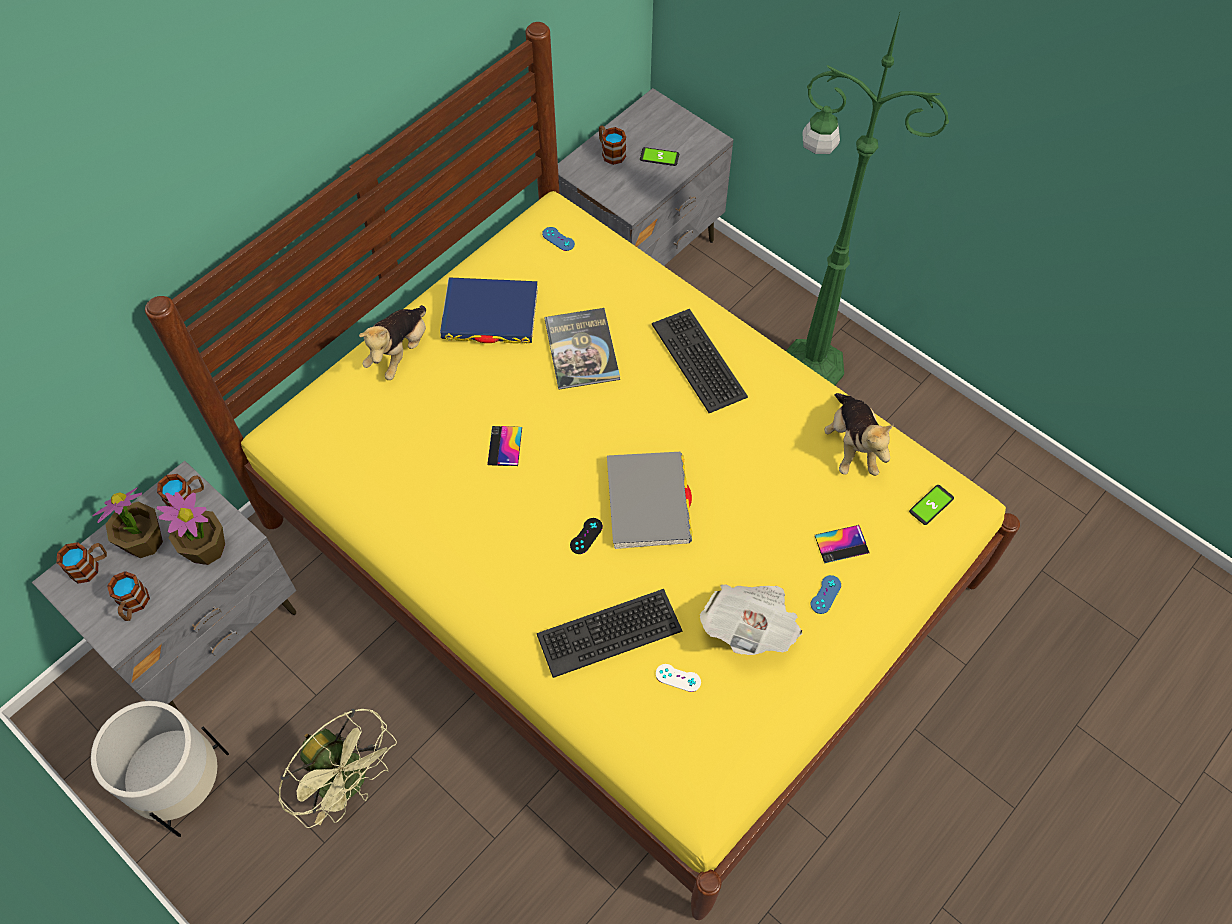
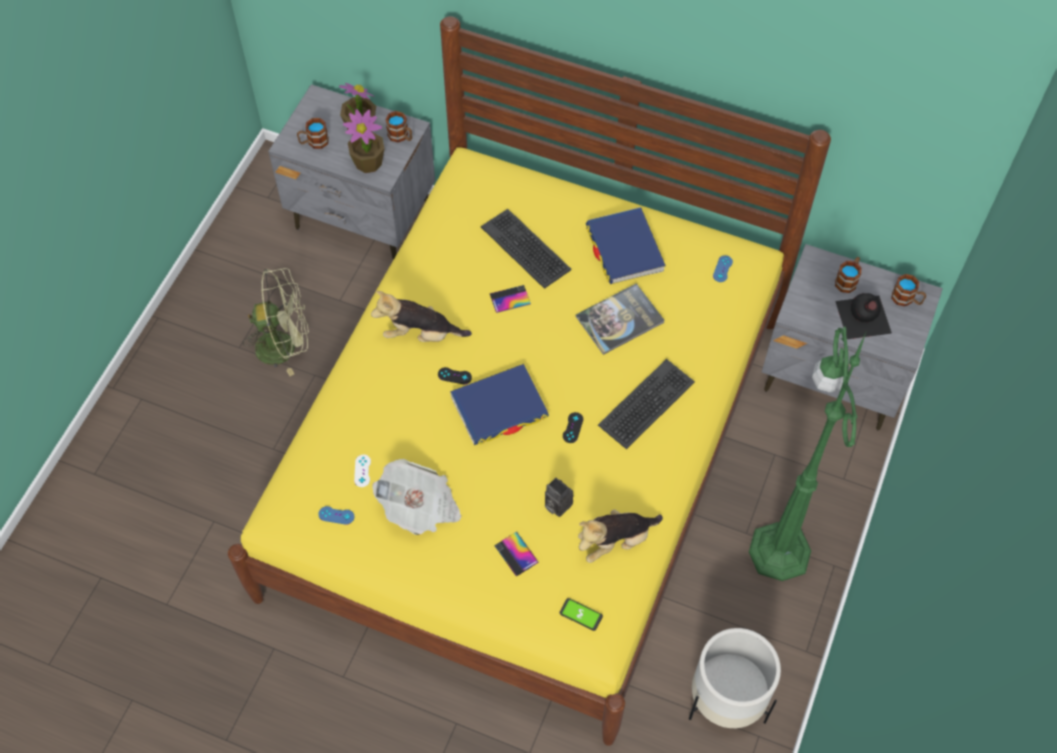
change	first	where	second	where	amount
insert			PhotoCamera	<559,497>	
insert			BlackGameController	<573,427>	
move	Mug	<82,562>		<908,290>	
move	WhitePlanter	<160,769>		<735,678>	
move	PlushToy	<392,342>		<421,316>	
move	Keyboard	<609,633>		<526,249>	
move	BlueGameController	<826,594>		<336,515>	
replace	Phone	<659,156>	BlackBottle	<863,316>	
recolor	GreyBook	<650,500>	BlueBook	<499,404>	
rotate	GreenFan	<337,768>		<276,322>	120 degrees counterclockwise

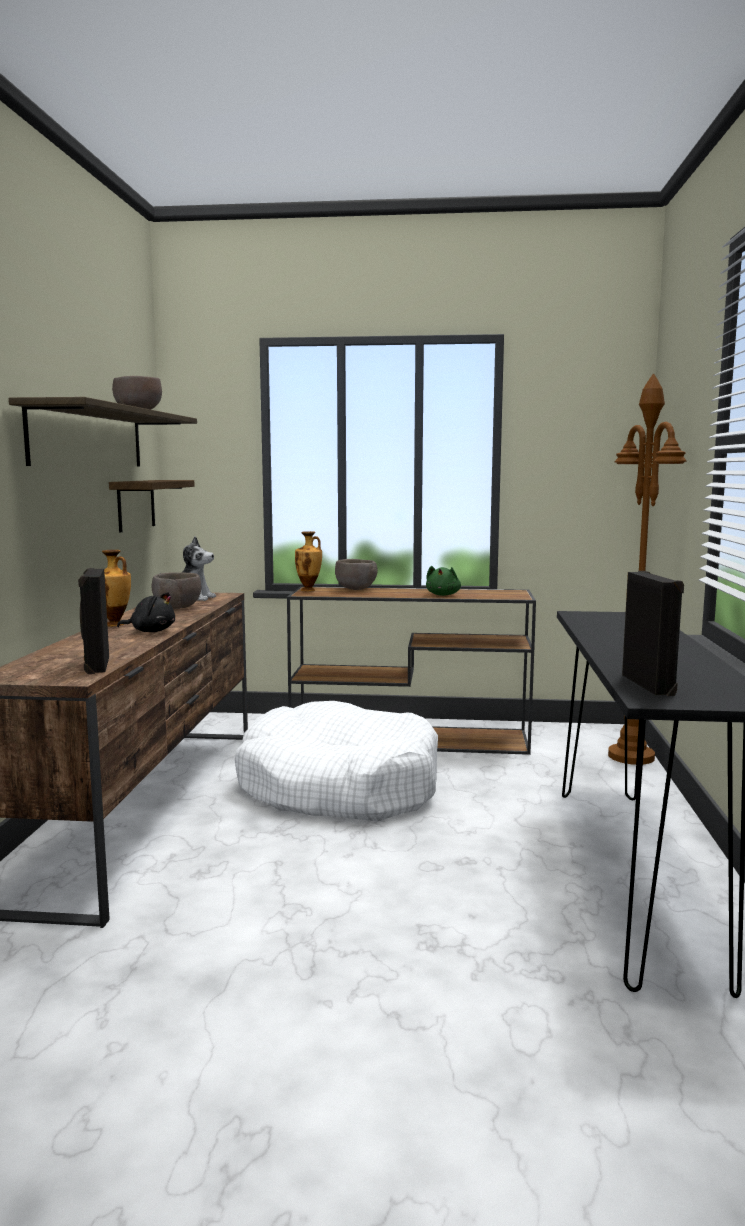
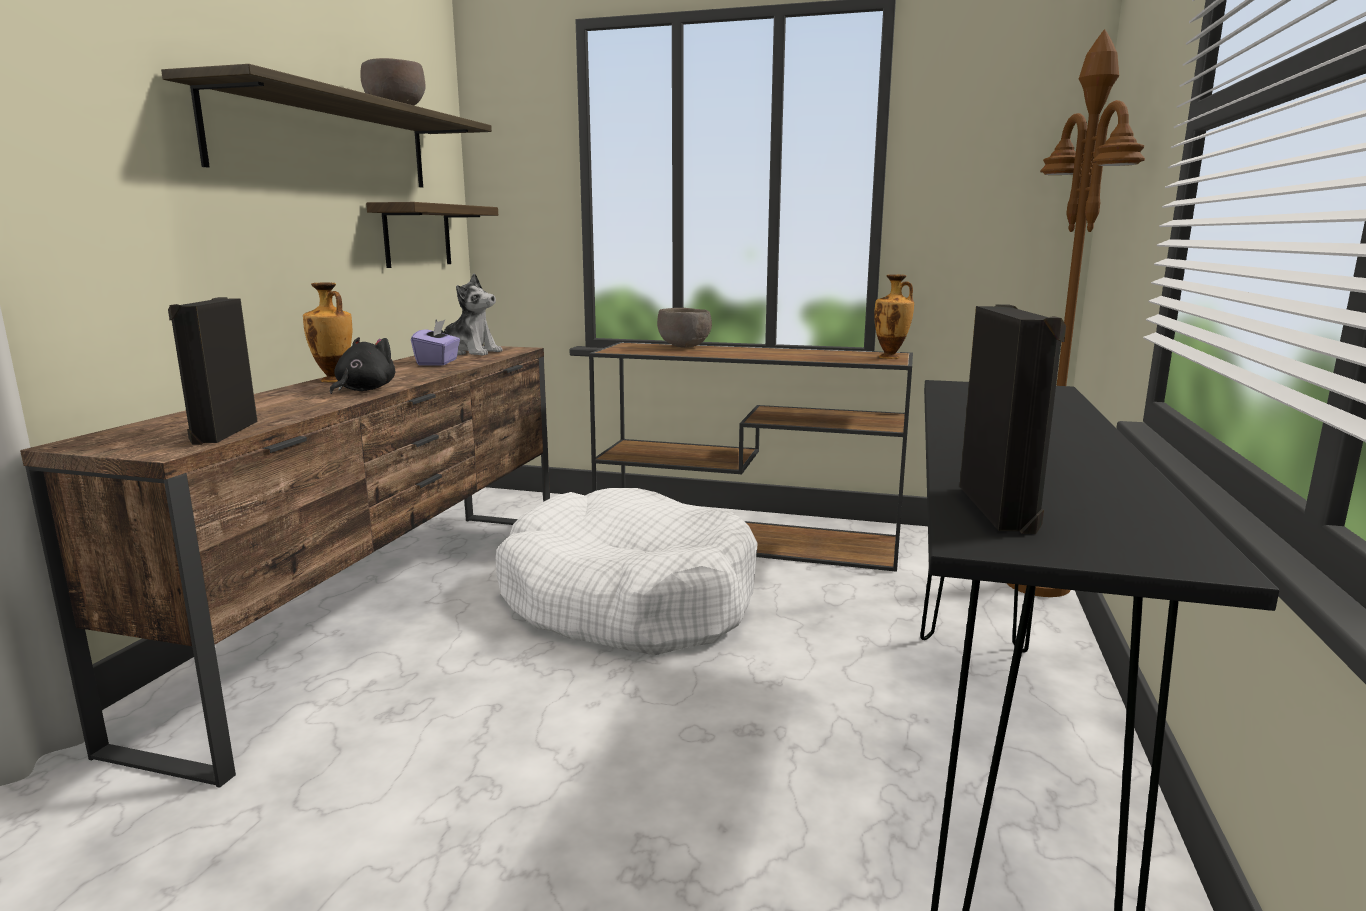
change	first	where	second	where	amount
delete	GreenPlushToy	<443,581>			
move	Vase	<308,561>		<894,316>	
replace	BrownBowl	<176,590>	PurpleTissueBox	<435,342>	
rotate	BlackPlushToy	<146,612>		<362,365>	90 degrees counterclockwise

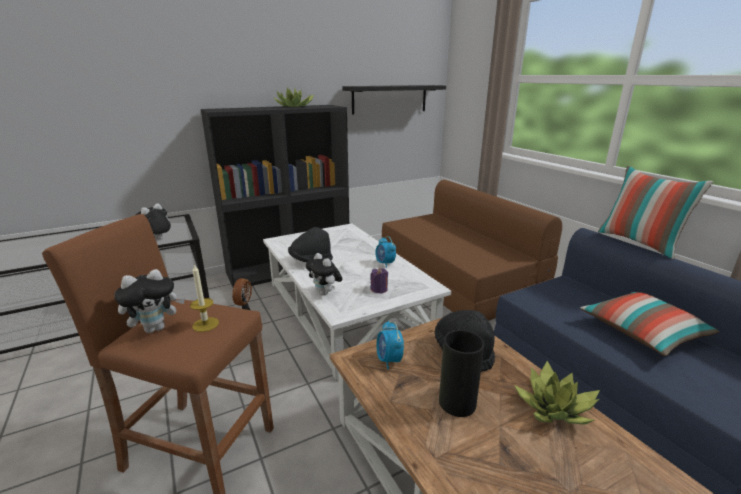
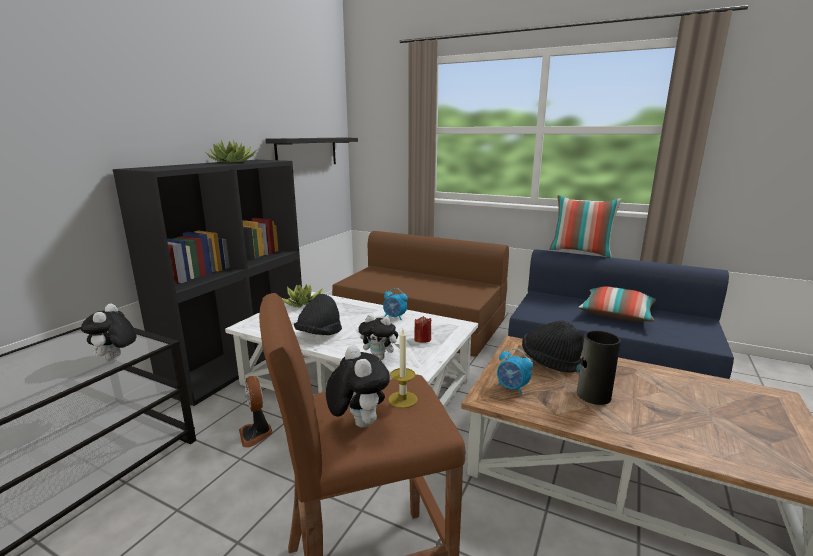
change	first	where	second	where	amount
move	PottedPlant	<557,392>		<302,296>	
recolor	PurpleCandle	<379,281>	RedCandle	<423,329>	
rotate	PlushToy	<150,301>		<358,387>	45 degrees counterclockwise

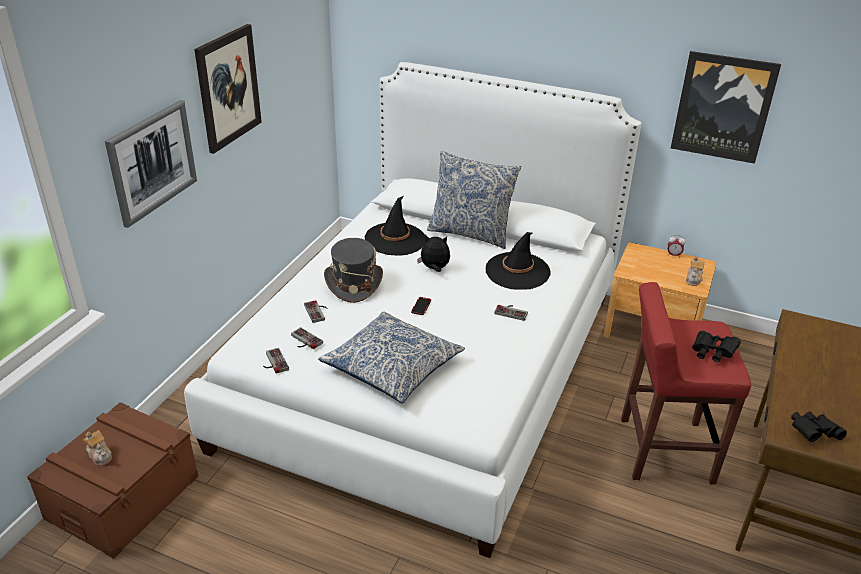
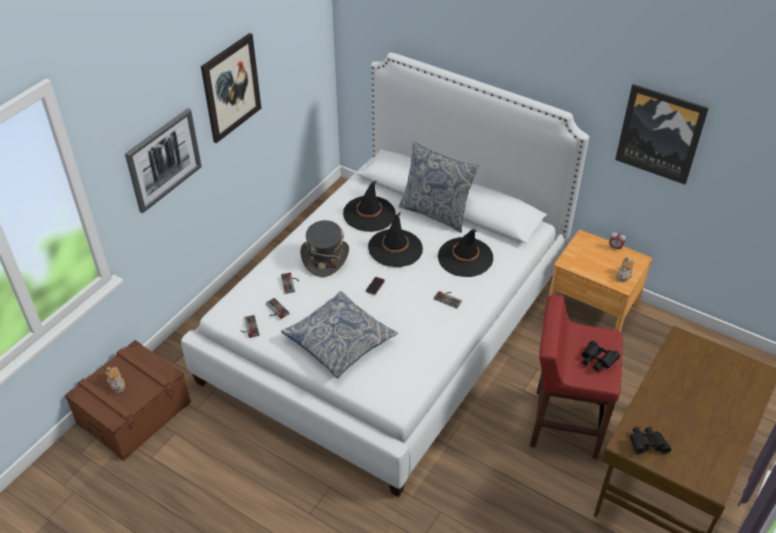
change	first	where	second	where	amount
replace	PlushToy	<433,253>	BlackHat	<395,239>	

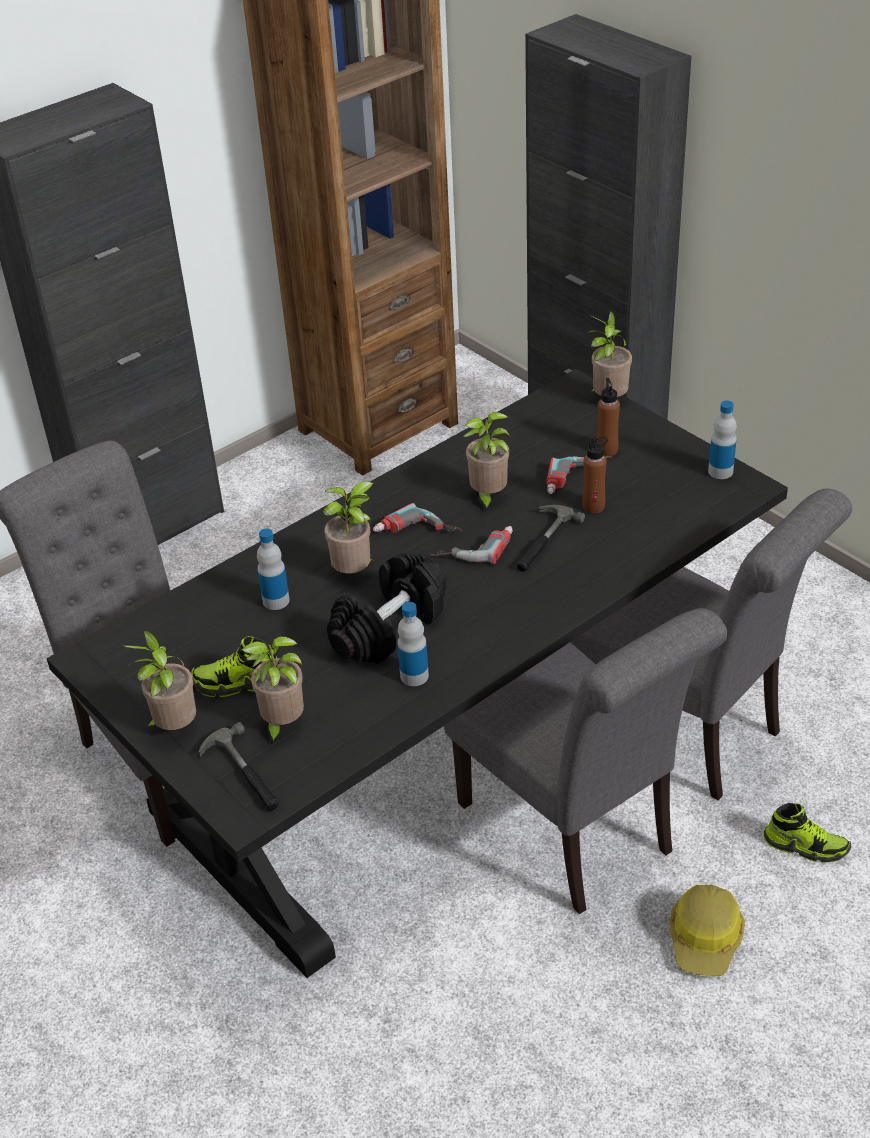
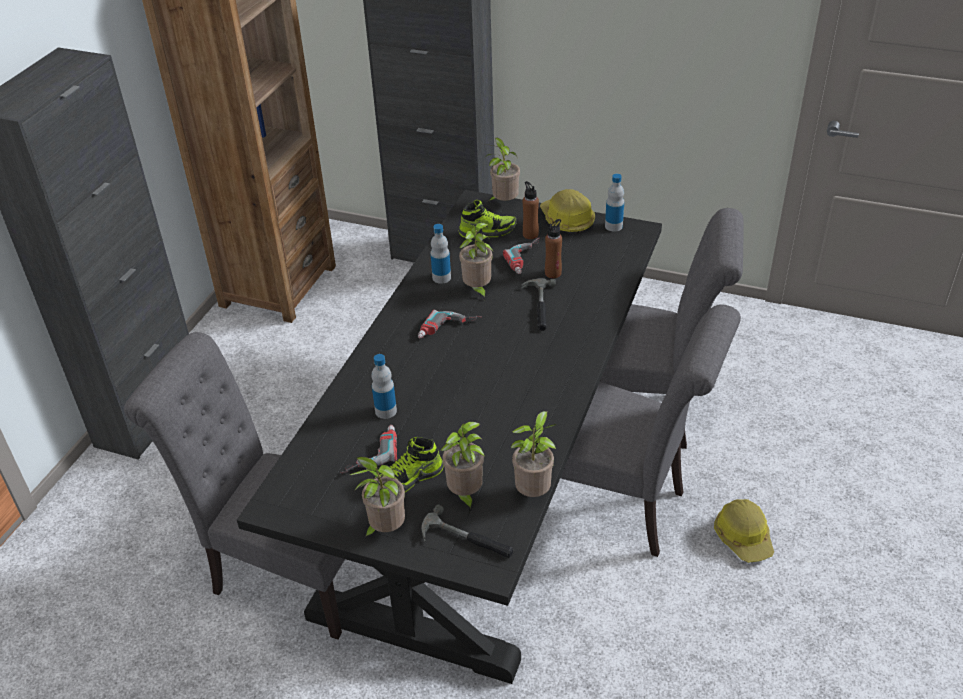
change	first	where	second	where	amount
delete	BlackDumbbell	<386,608>			
insert			HardHat	<567,211>	
move	PottedPlant	<348,527>		<533,454>	
move	Bottle	<413,644>		<441,254>	
move	PowerDrill	<471,545>		<368,449>	
move	Shoe	<807,833>		<488,219>	

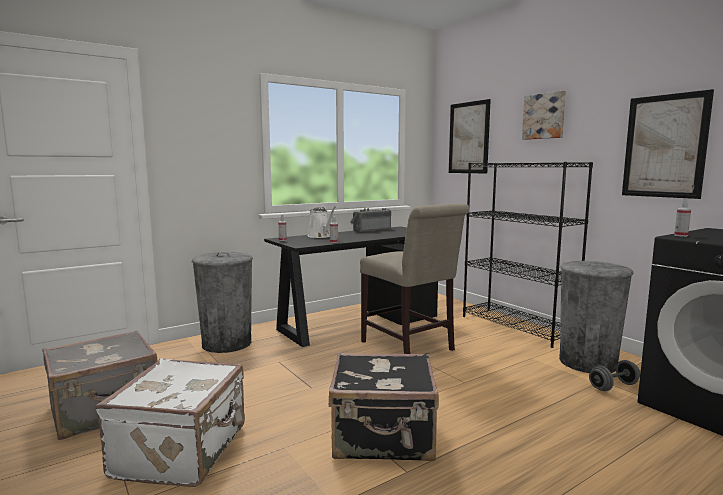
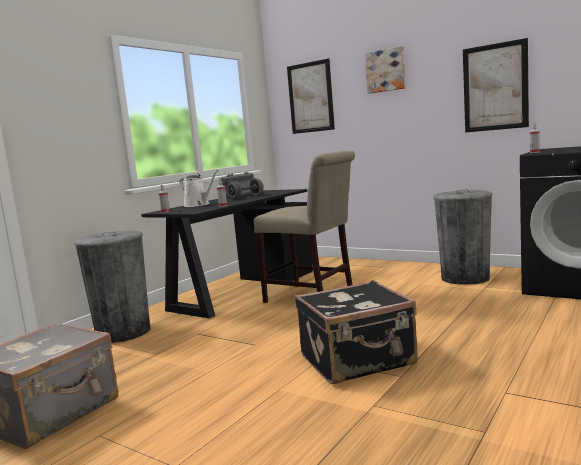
change	first	where	second	where	amount
delete	WhiteSuitcase	<170,422>			
delete	BlackBookcase	<528,255>			
move	GreyDumbbell	<614,375>		<245,188>	

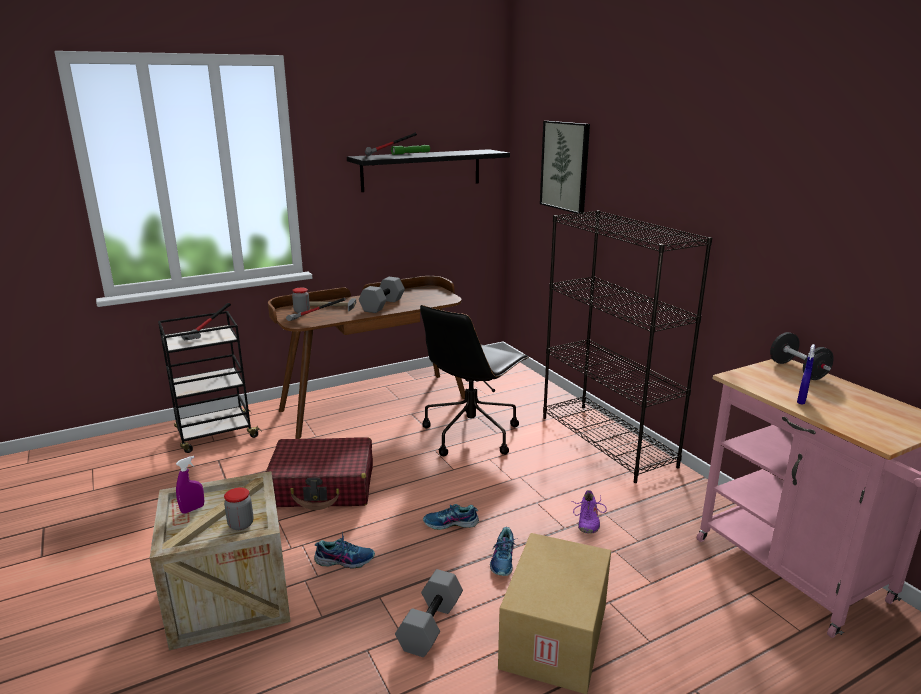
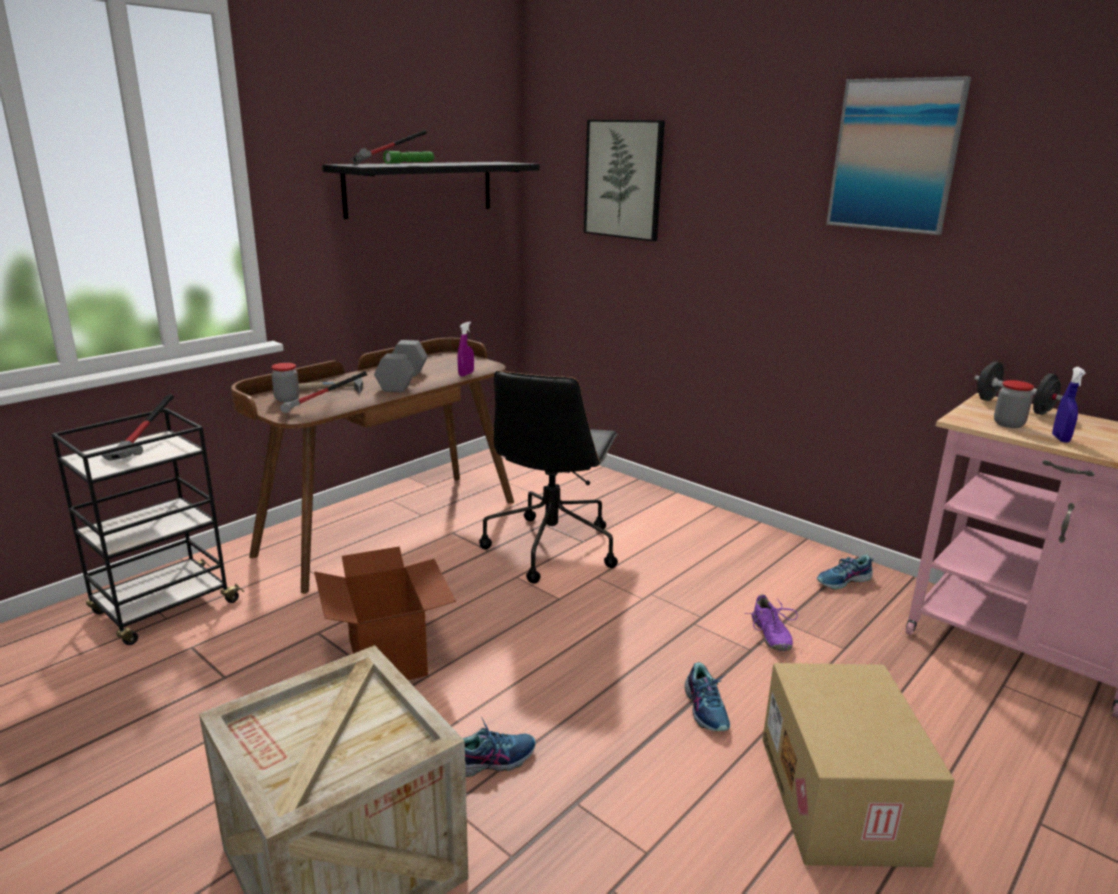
change	first	where	second	where	amount
delete	GreyDumbbell	<429,613>			
delete	BlackBookcase	<627,346>			
insert			Picture	<898,155>	
move	PurpleSprayBottle	<190,485>		<466,349>	
move	Jar	<239,508>		<1014,404>	
move	Shoe	<451,517>		<845,572>	
replace	RedSuitcase	<319,473>	CardboardBox	<385,613>	

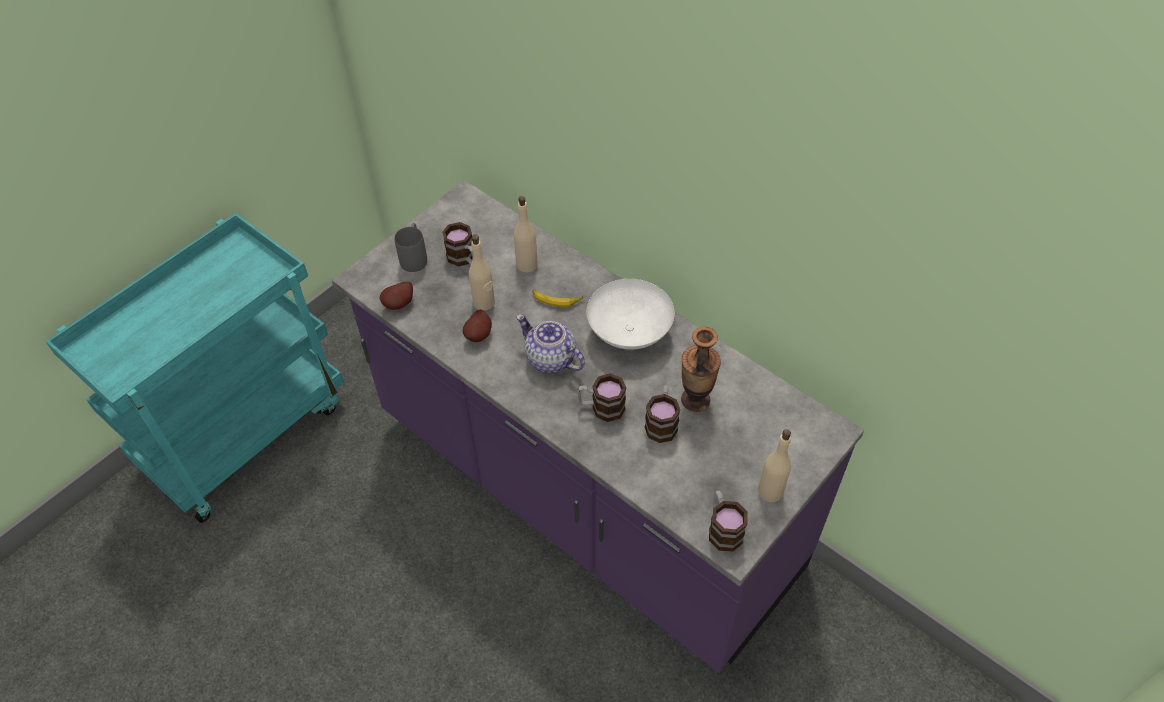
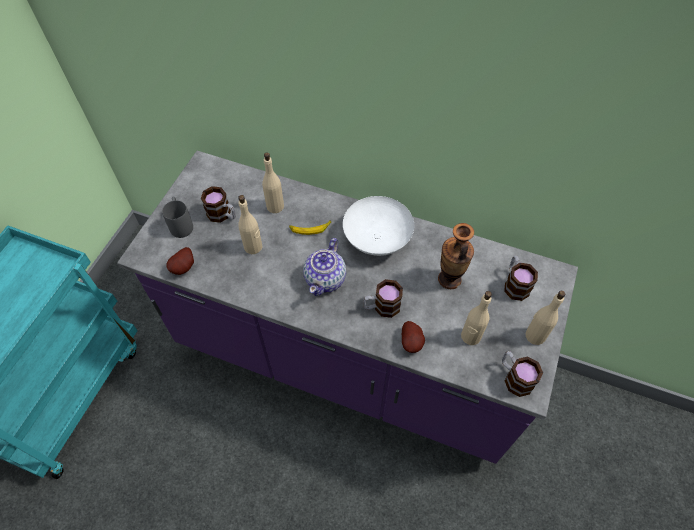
change	first	where	second	where	amount
insert			BeigeBottle	<476,318>	
move	Potato	<477,326>		<413,337>	
move	Mug	<662,414>		<521,278>	
rotate	Teapot	<550,343>		<324,267>	90 degrees counterclockwise

